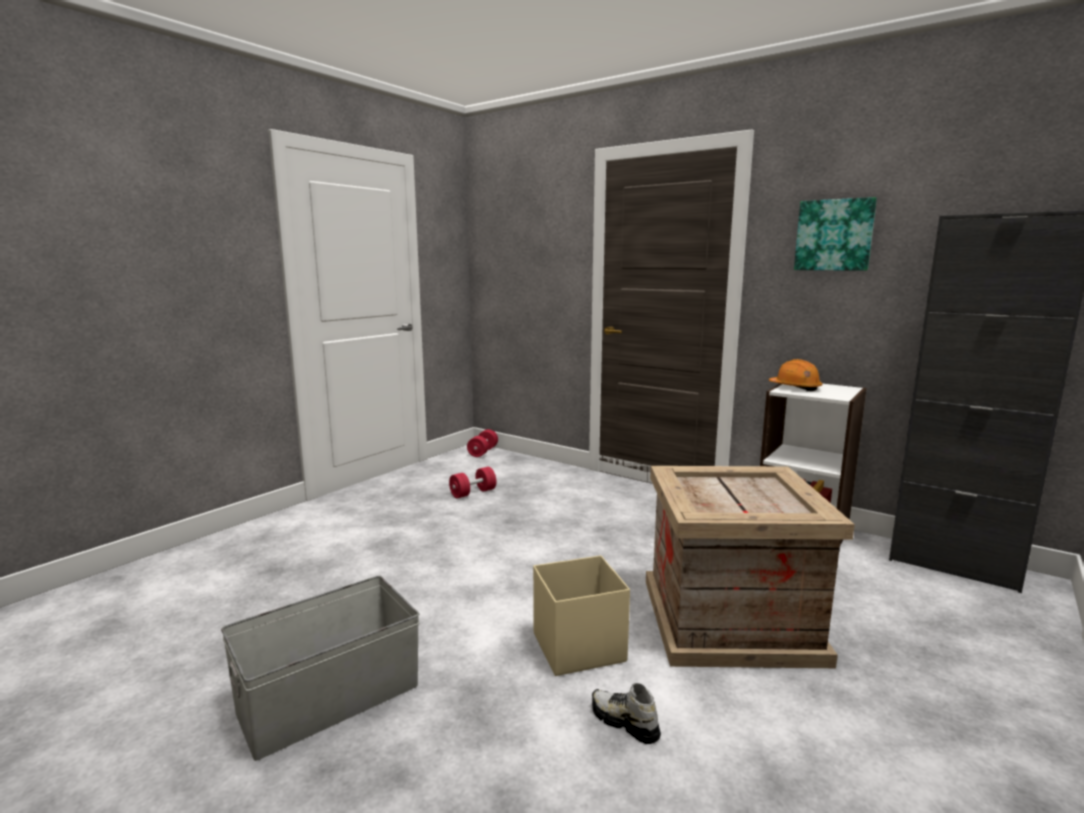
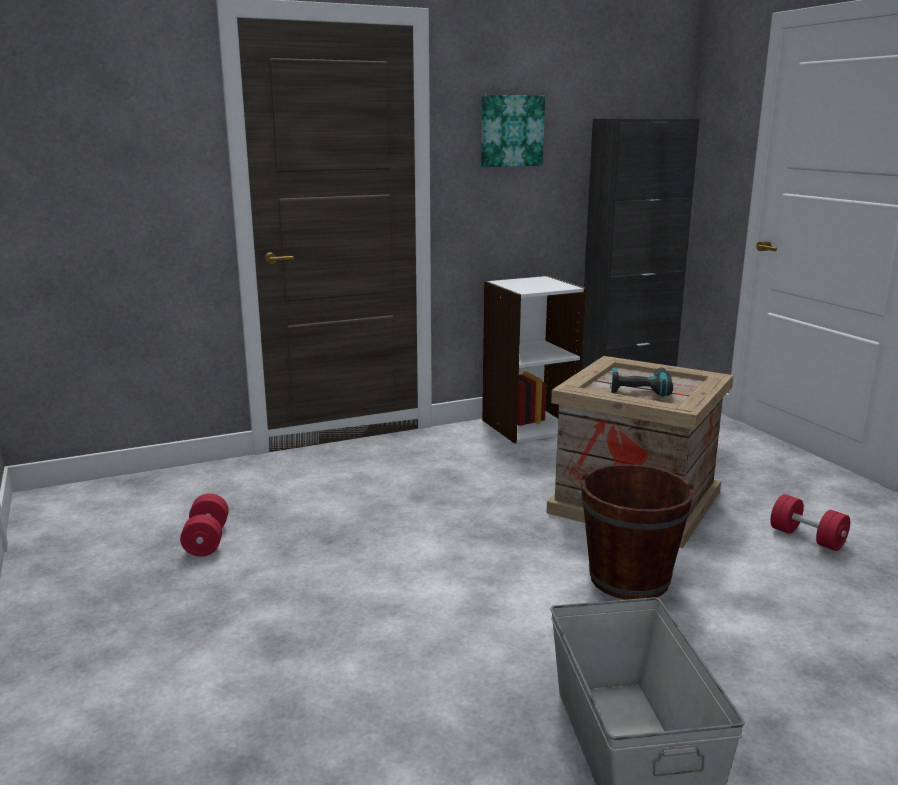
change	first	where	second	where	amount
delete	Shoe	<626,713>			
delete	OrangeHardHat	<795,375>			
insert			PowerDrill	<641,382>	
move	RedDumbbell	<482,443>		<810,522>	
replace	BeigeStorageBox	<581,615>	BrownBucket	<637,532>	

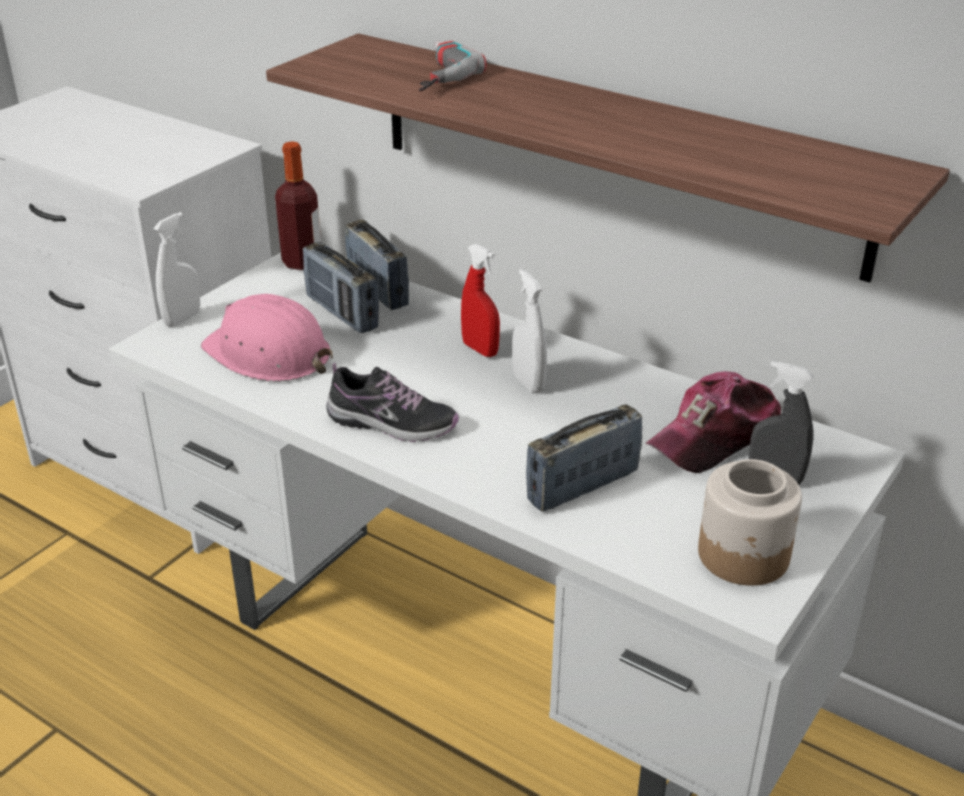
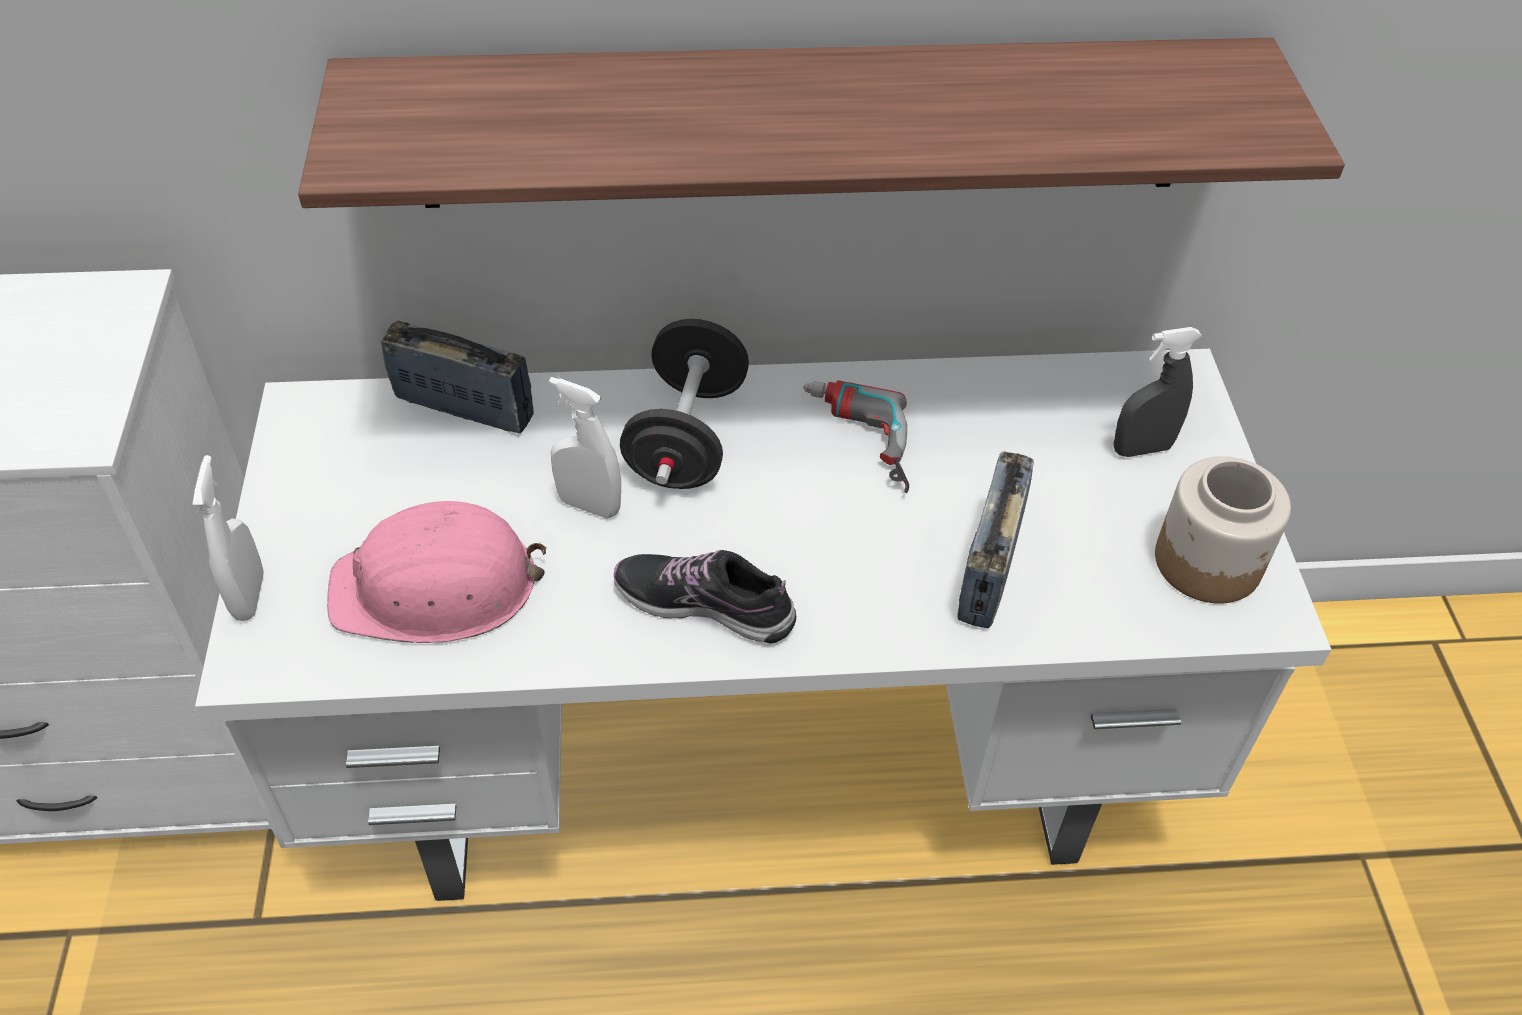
change	first	where	second	where	amount
delete	Bottle	<298,205>			
delete	Radio	<341,287>			
delete	Cap	<713,422>			
move	PowerDrill	<453,66>		<856,436>	
move	WhiteSprayBottle	<529,331>		<585,447>	
replace	RedSprayBottle	<480,300>	BlackDumbbell	<684,404>	
rotate	Shoe	<392,402>		<705,597>	135 degrees counterclockwise

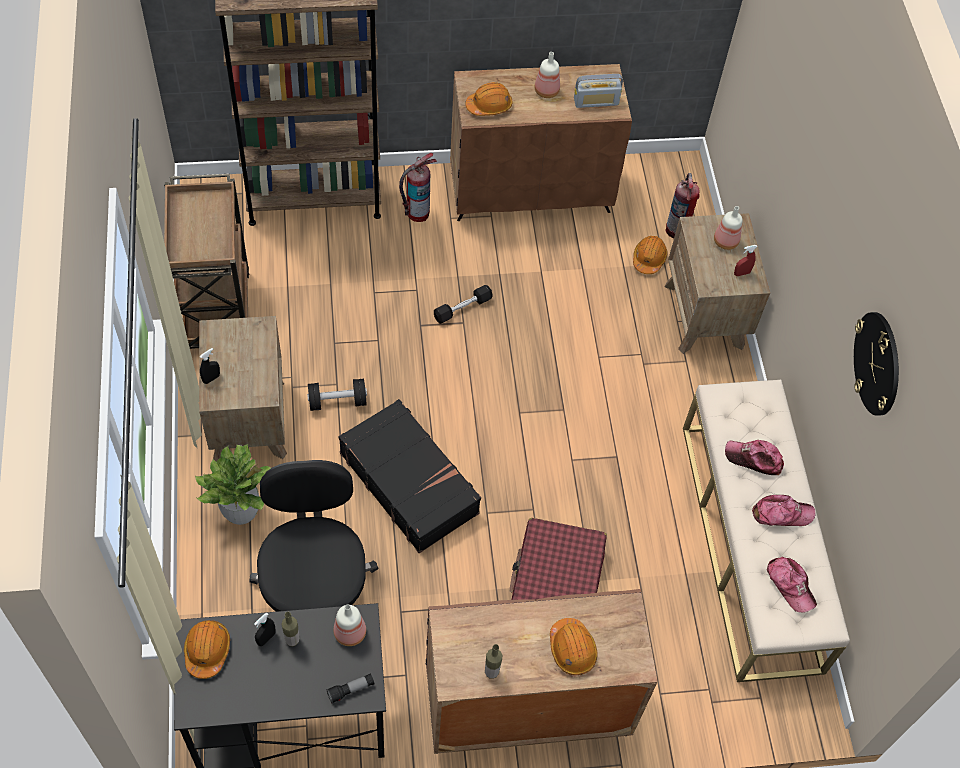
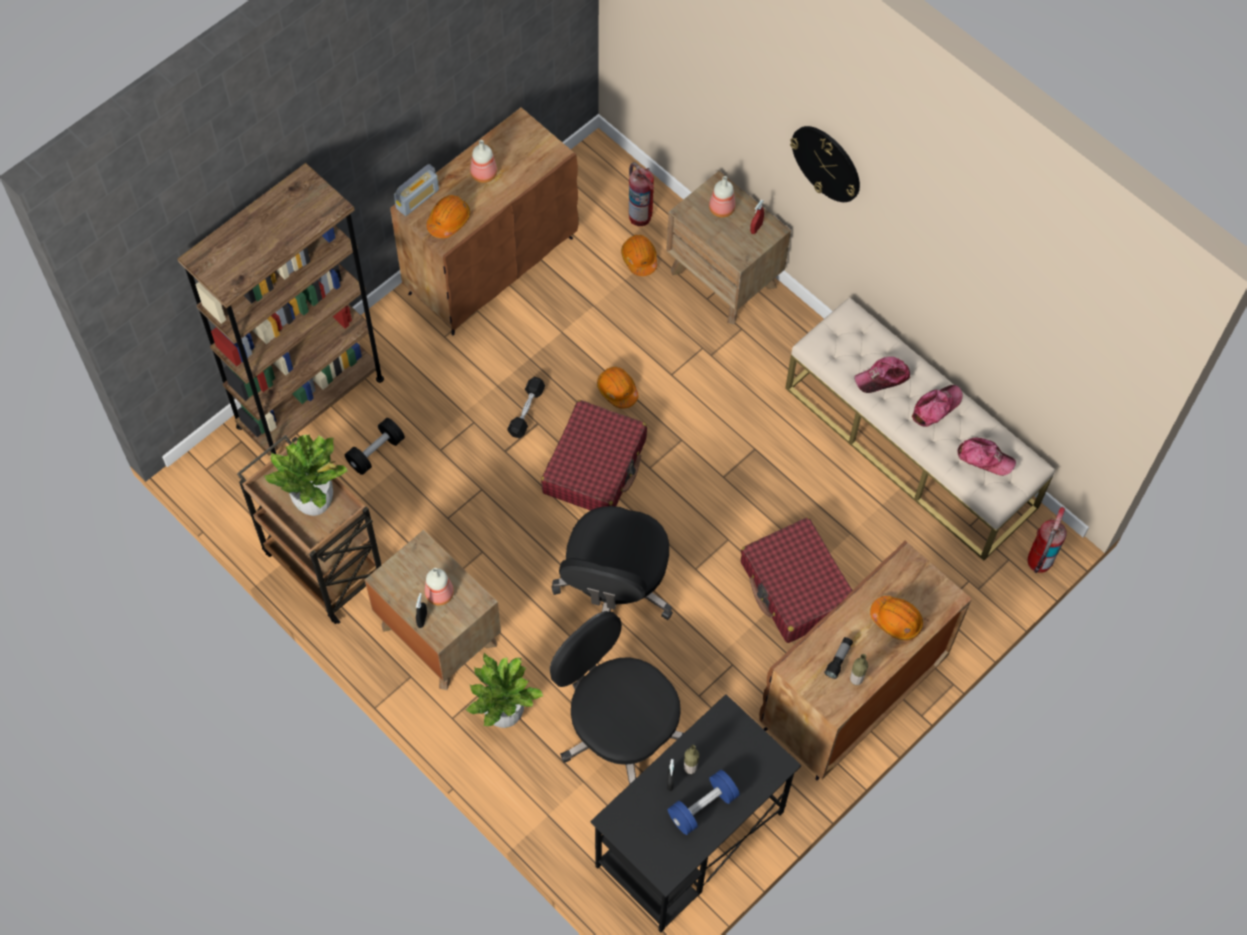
change	first	where	second	where	amount
insert			PottedPlant	<306,475>	
insert			RedSuitcase	<594,455>	
insert			BlueDumbbell	<704,802>	
move	OrangeHardHat	<207,649>		<617,388>	
move	BlackDumbbell	<337,395>		<375,446>	
move	Flashlight	<350,688>		<838,658>	
move	Bottle	<349,625>		<439,586>	
move	FireExtinguisher	<418,187>		<1047,540>	
move	Radio	<598,91>		<416,190>	
move	WallClock	<876,364>		<825,164>	
replace	BlackSuitcase	<409,476>	BlackOfficeChair	<612,563>	

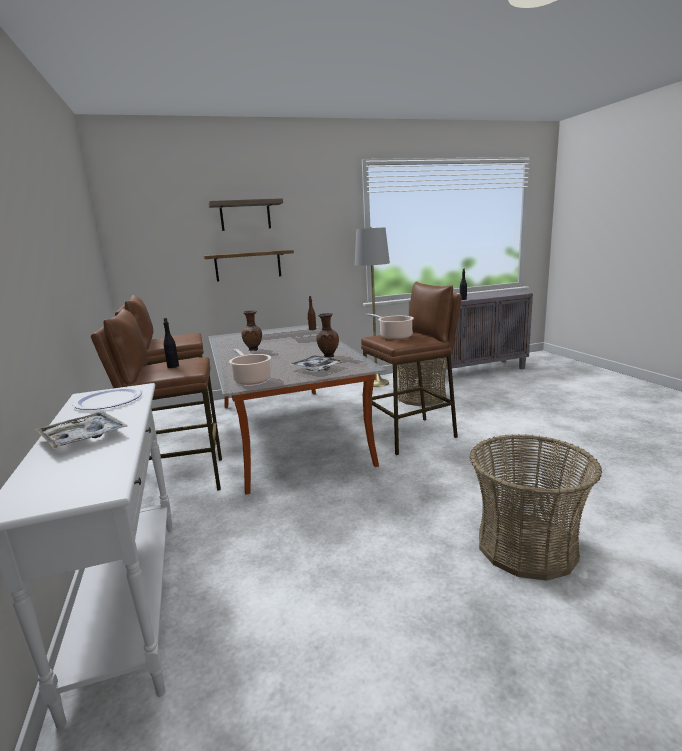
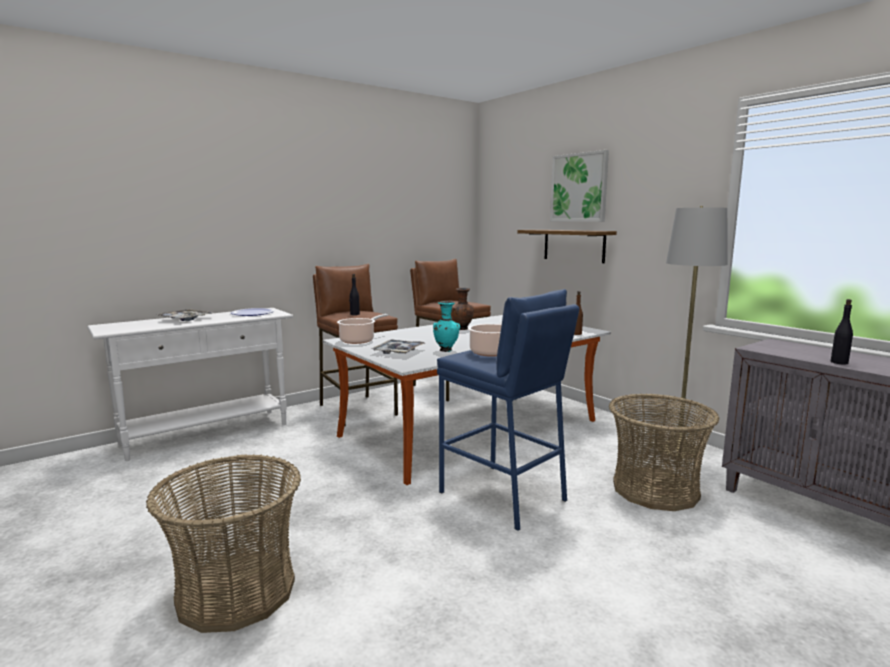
change	first	where	second	where	amount
replace	Shelf	<245,214>	Picture	<579,186>	
recolor	BrownVase	<327,335>	TurquoiseVase	<446,326>	
recolor	BrownStool	<411,368>	BlueStool	<508,410>	

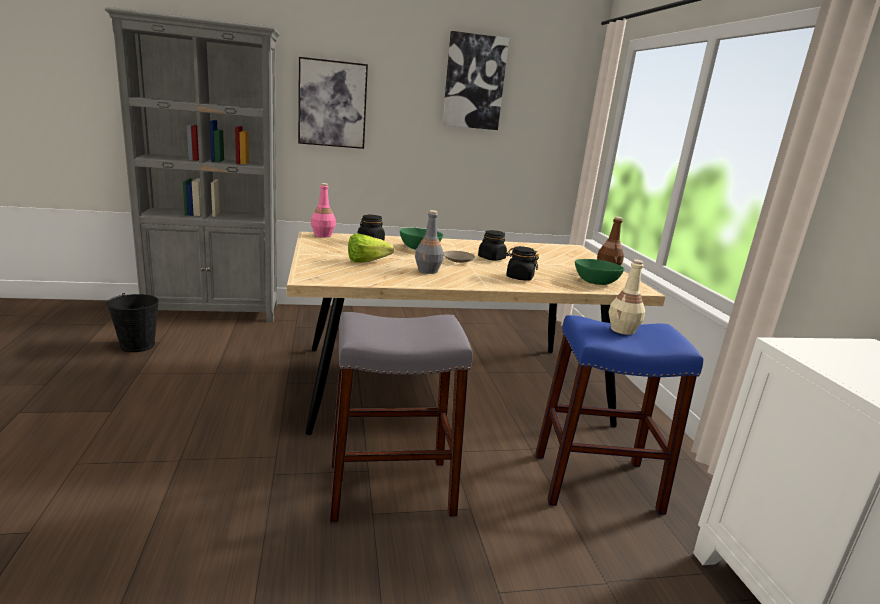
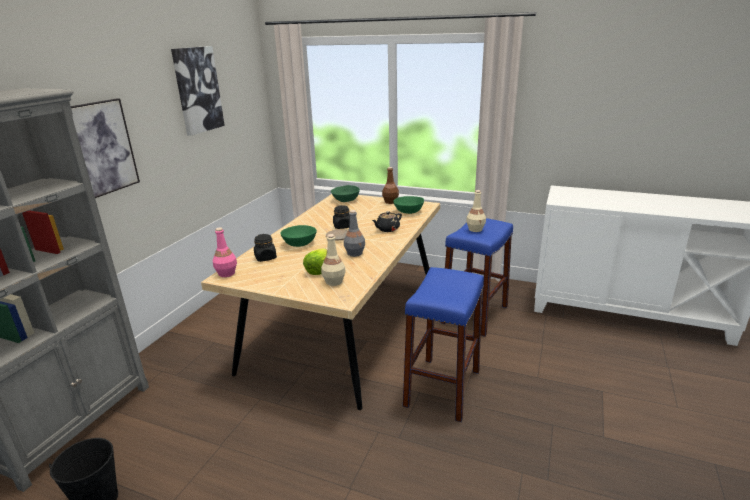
change	first	where	second	where	amount
insert			BeigeBottle	<333,260>	
insert			GreenBowl	<345,193>	
replace	BlackJar	<522,263>	BlackTeapot	<387,221>	
recolor	GreyStool	<401,417>	BlueStool	<443,344>	

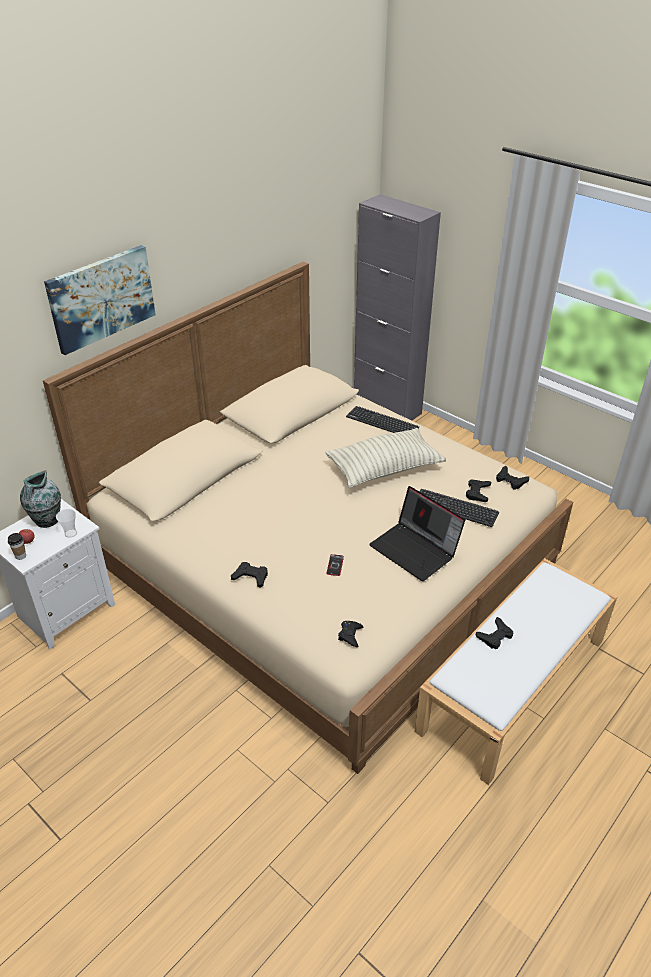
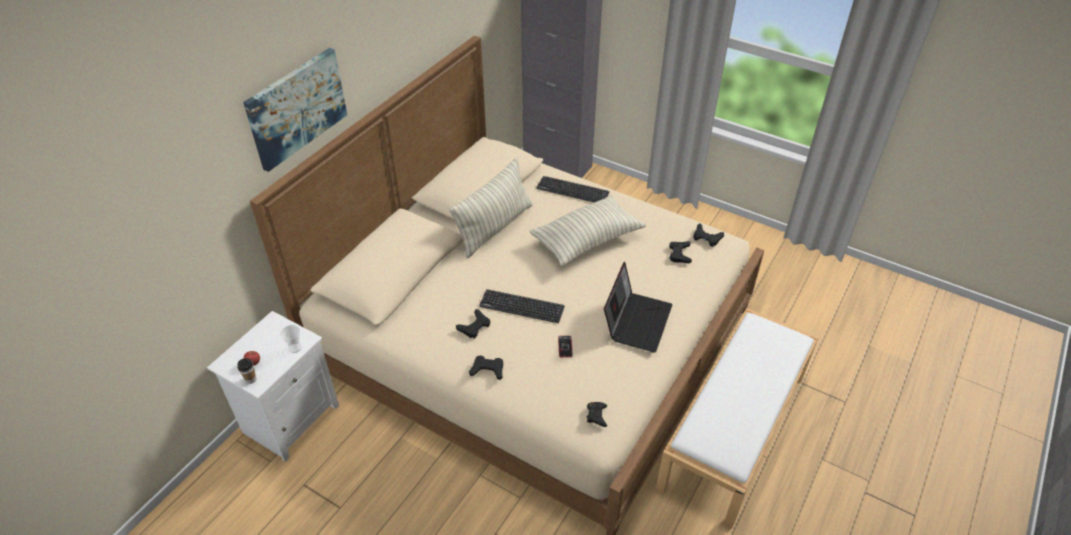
change	first	where	second	where	amount
delete	Vase	<40,499>			
insert			Pillow	<490,208>	
move	Keyboard	<459,508>		<522,306>	
move	BlackGameController	<495,633>		<473,323>	
rotate	Laptop	<417,533>		<638,307>	105 degrees counterclockwise

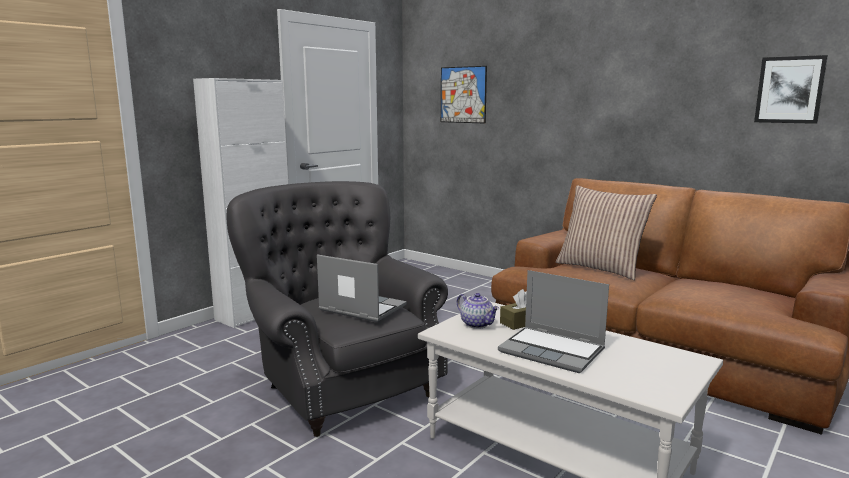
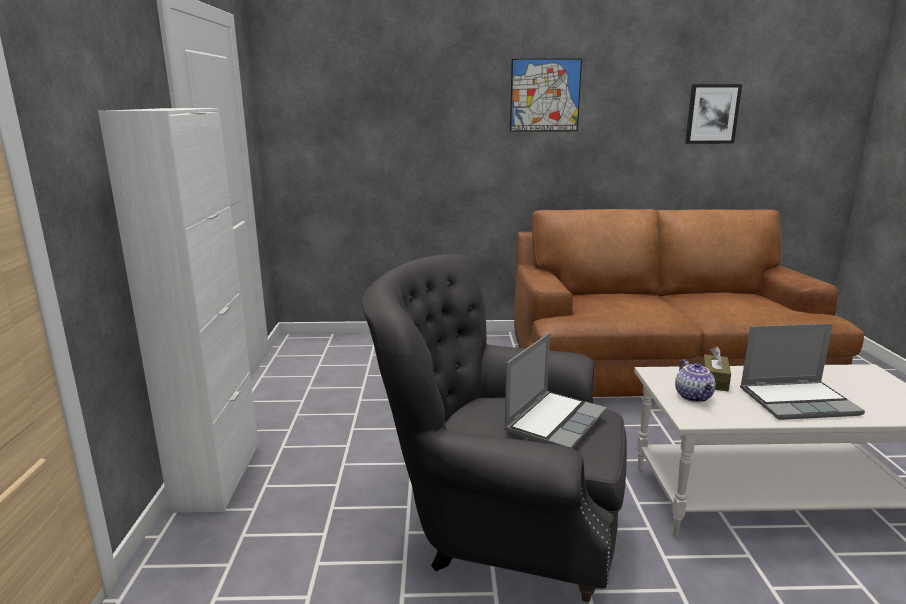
change	first	where	second	where	amount
delete	Pillow	<606,232>			
move	Picture	<464,94>		<546,95>	
rotate	Laptop	<362,288>		<555,390>	135 degrees clockwise
rotate	Teapot	<478,311>		<695,381>	75 degrees clockwise

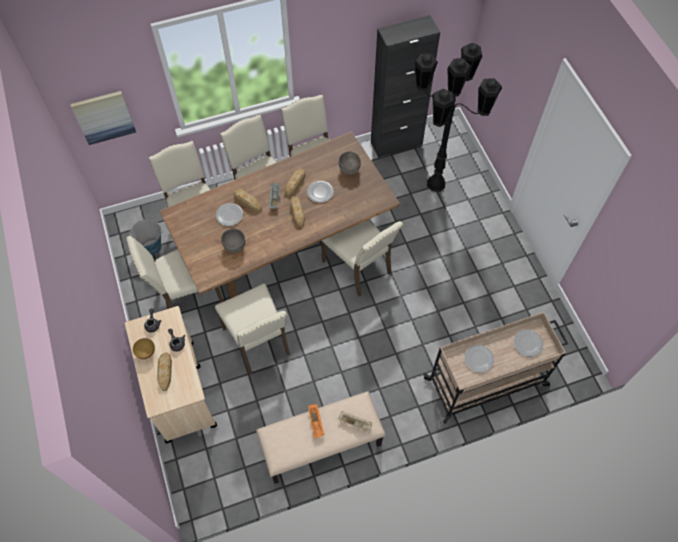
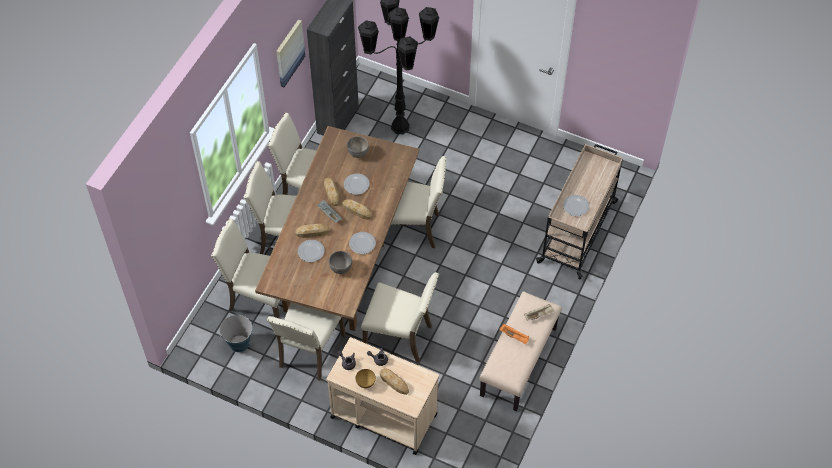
change	first	where	second	where	amount
move	Picture	<103,118>		<290,53>	
move	Plate	<528,343>		<362,243>	

